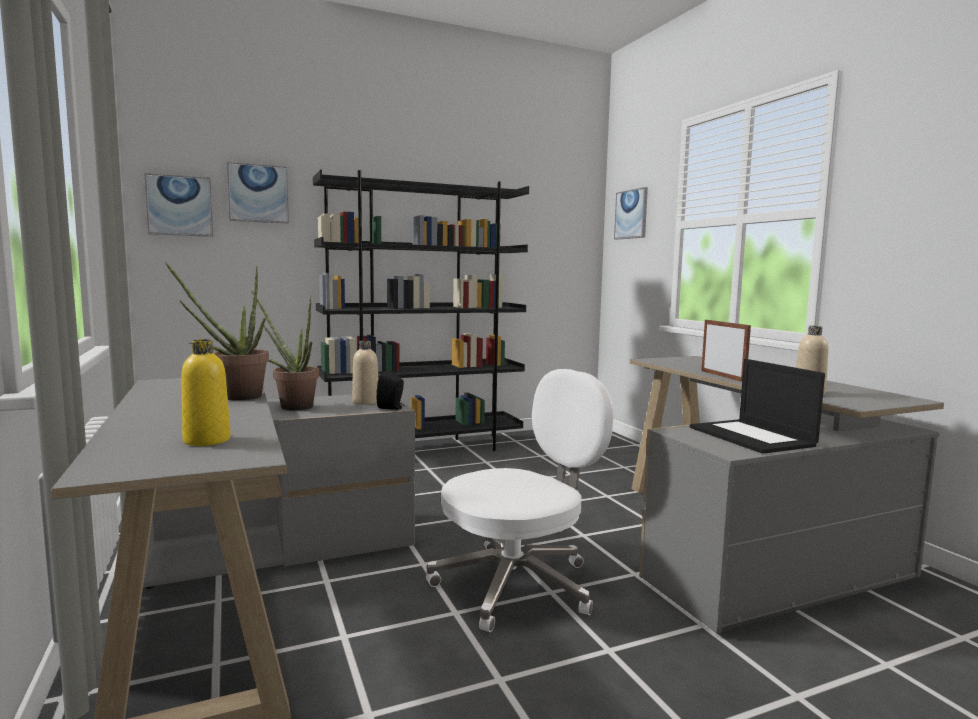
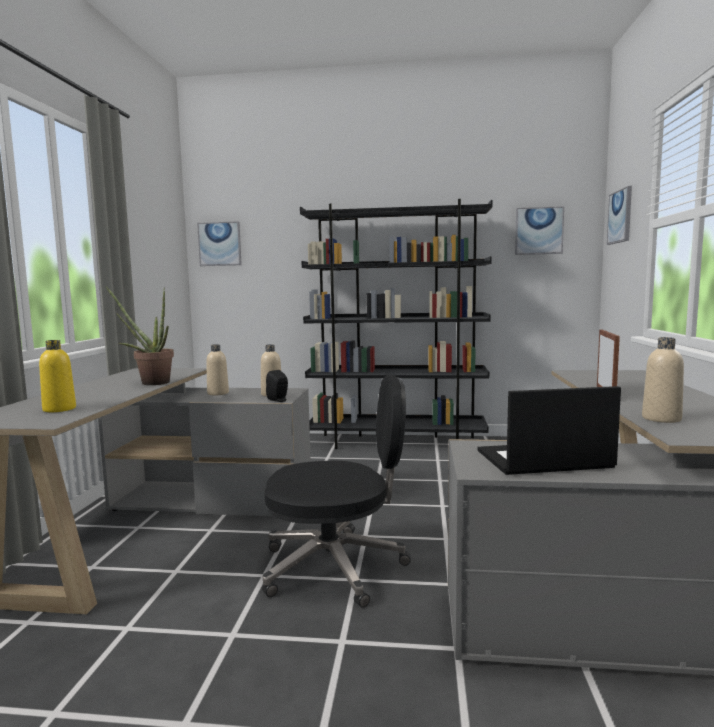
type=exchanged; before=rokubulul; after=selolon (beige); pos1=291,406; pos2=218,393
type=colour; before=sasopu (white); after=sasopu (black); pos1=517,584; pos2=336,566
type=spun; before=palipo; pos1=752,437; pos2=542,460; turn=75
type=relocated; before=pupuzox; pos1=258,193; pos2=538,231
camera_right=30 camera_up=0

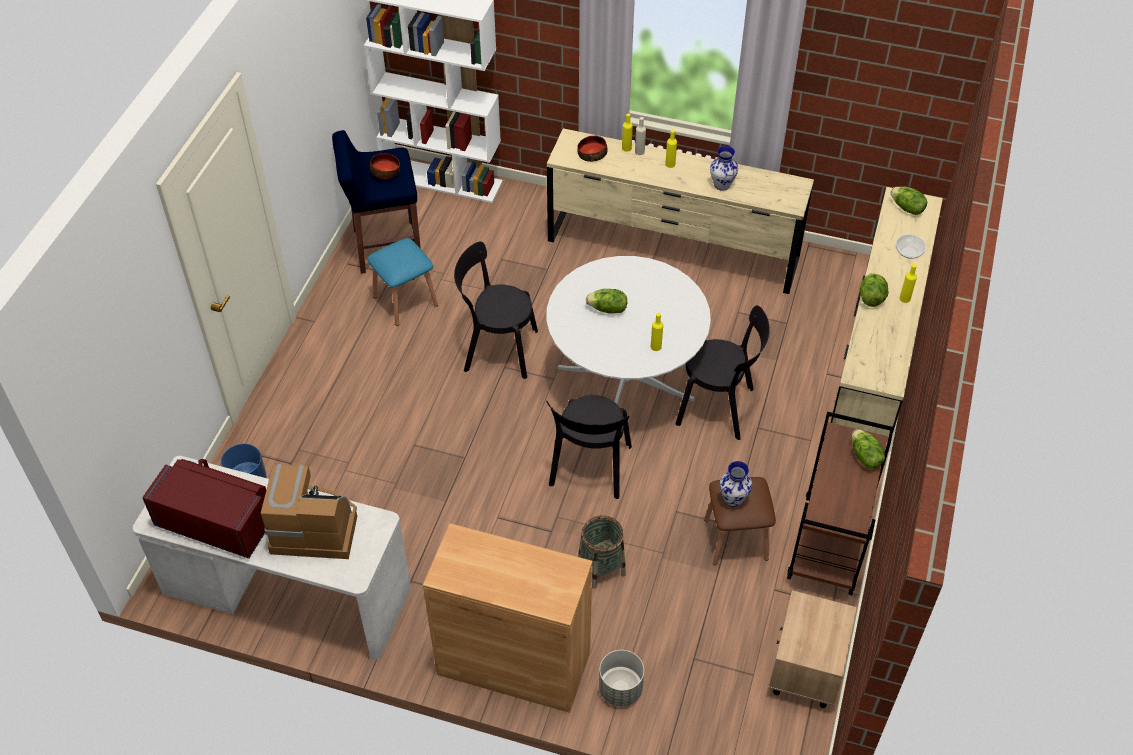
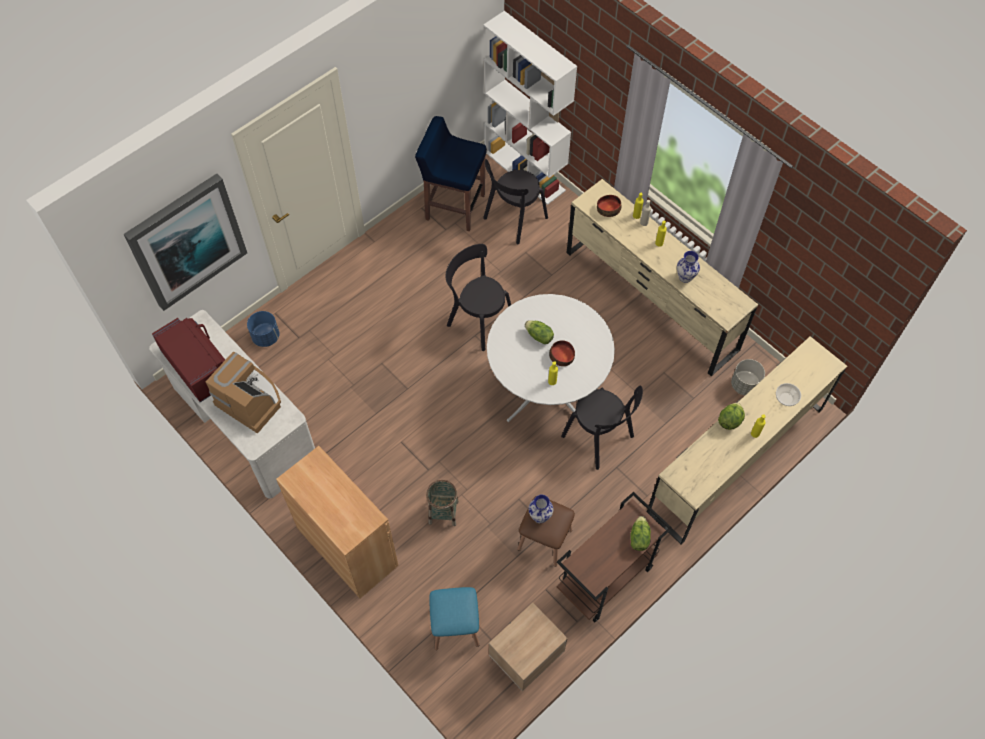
type=appeared; after=pupuzox; pos2=186,241
type=relocated; before=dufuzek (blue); pos1=405,301; pos2=455,626
type=relocated; before=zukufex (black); pos1=589,469; pos2=513,219
type=relocated; before=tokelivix; pos1=386,171; pos2=562,356
type=relocated; before=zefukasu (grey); pos1=620,689; pos2=744,385
type=missing; before=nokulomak; pos1=906,208
camera_right=30 camera_up=10

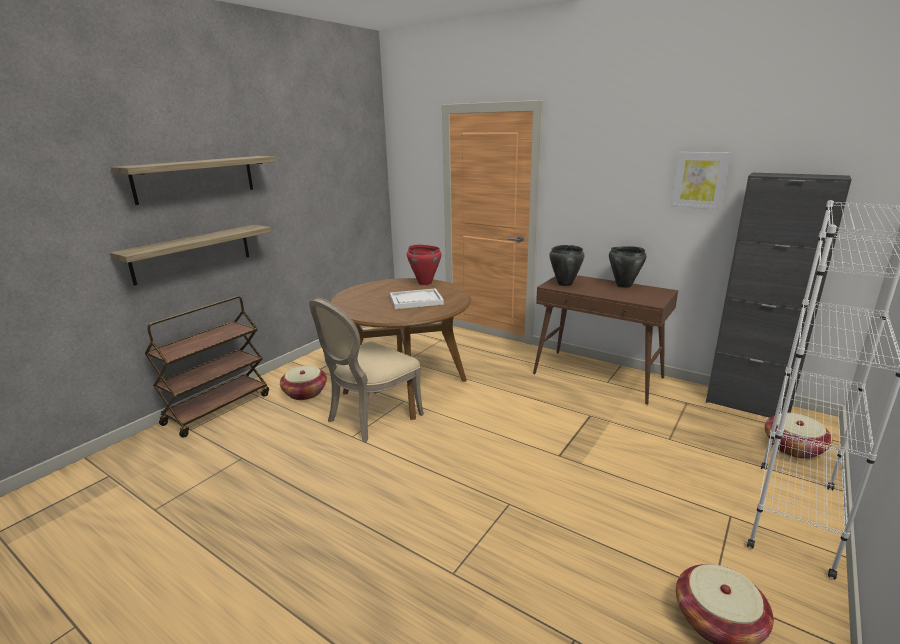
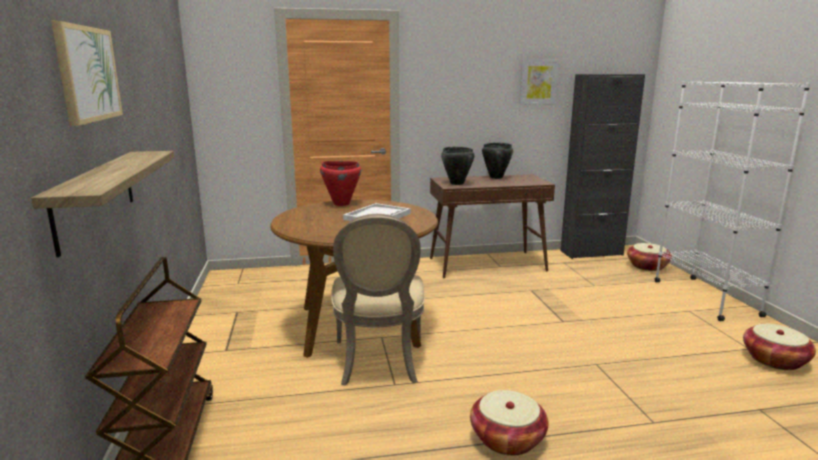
type=exchanged; before=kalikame; after=pupuzox; pos1=195,178; pos2=87,74
type=relocated; before=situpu; pos1=305,393; pos2=507,439
camera_right=-45 camera_up=-5

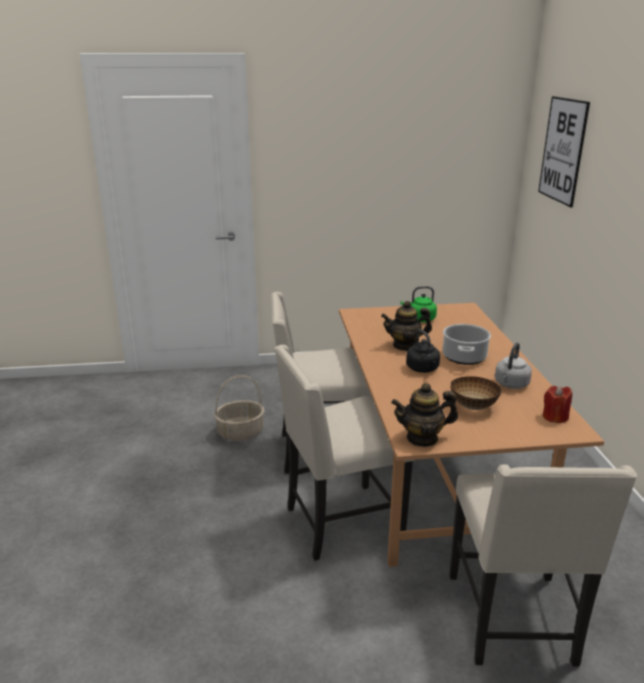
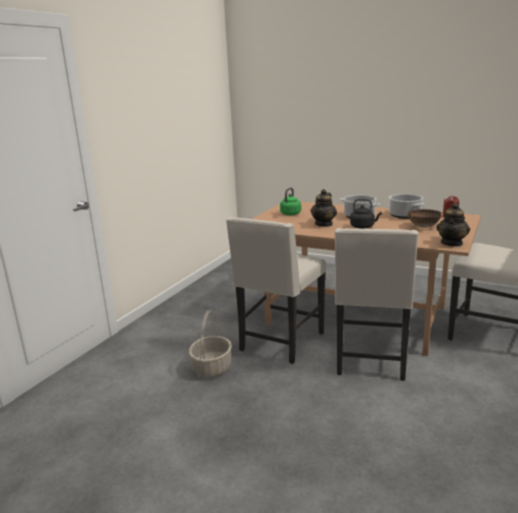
type=exchanged; before=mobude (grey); after=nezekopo; pos1=511,385; pos2=405,215
type=missing; before=pupuzox; pos1=563,150
camera_right=-55 camera_up=-5

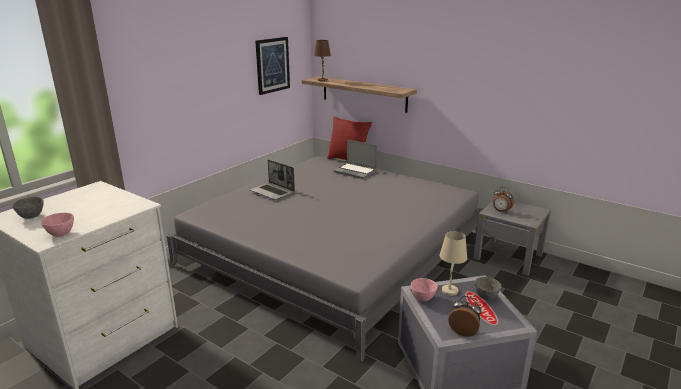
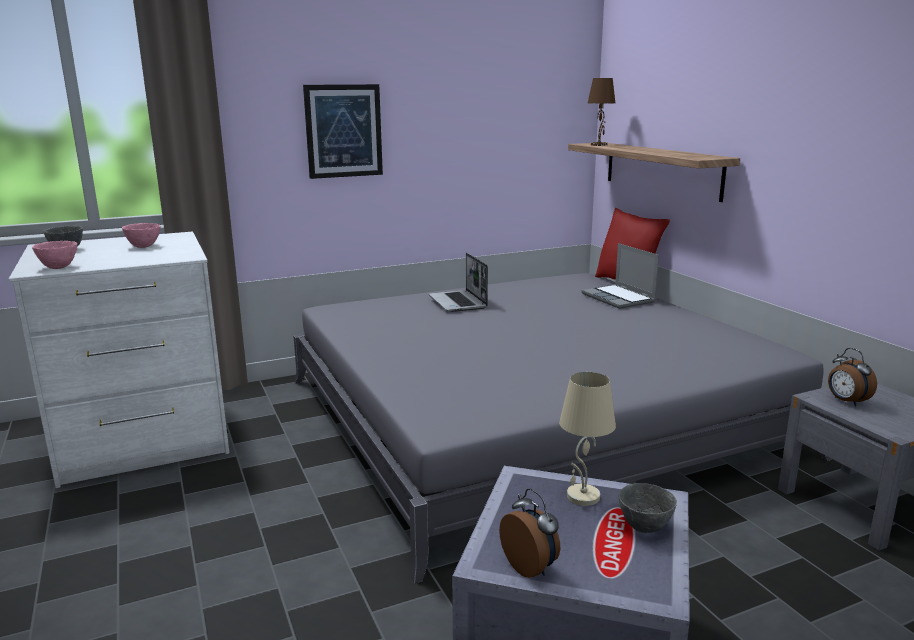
type=relocated; before=tokelivix (pink); pos1=422,298; pos2=143,246
type=relocated; before=pupuzox; pos1=272,65; pos2=343,131
camera_right=30 camera_up=-5

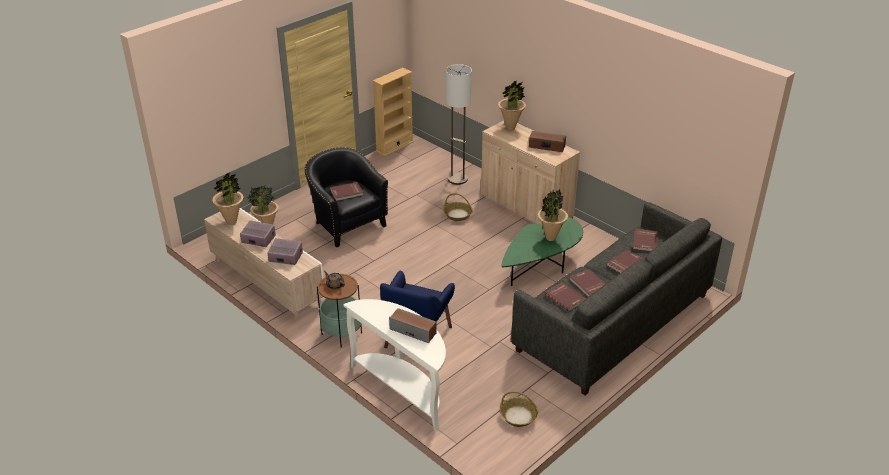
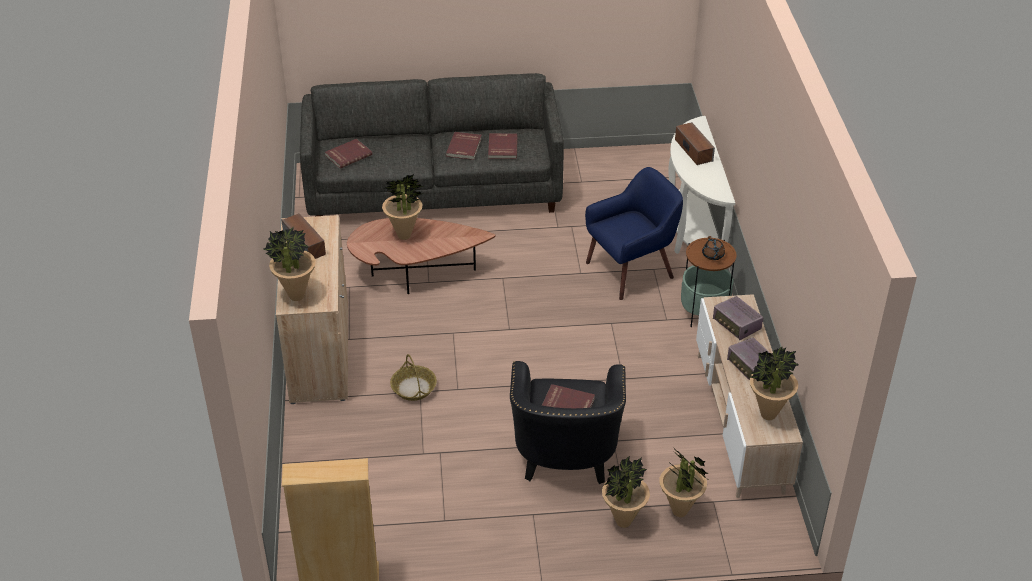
type=colour; before=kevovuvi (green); after=kevovuvi (brown); pos1=541,265; pos2=414,273
type=appeared; after=rokubulul; pos2=623,522
type=missing; before=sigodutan; pos1=457,179
type=missing; before=situpu; pos1=518,416
type=missing; before=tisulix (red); pos1=625,264
camera_right=-140 camera_up=5

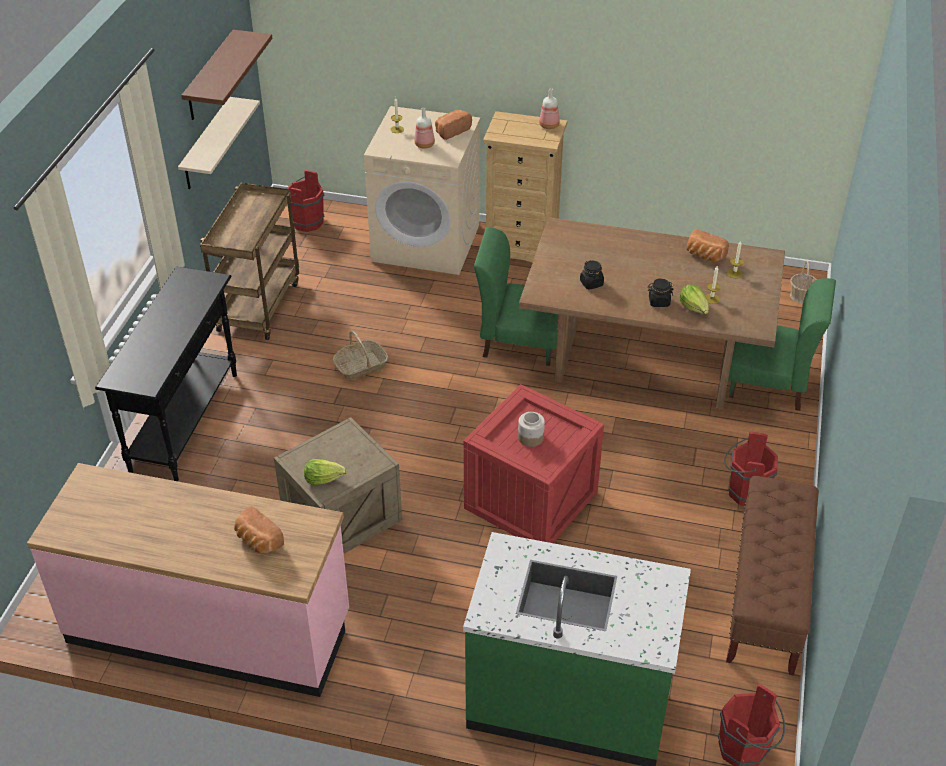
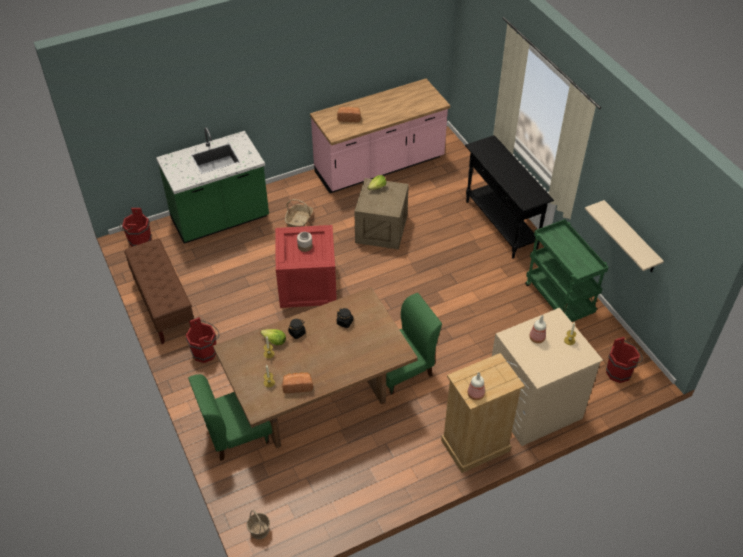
type=relocated; before=situpu; pos1=361,367; pos2=299,220
type=colour; before=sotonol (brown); after=sotonol (green); pos1=258,305; pos2=559,300
type=missing; before=kalikame (brown); pos1=210,76
type=missing; before=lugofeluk; pos1=451,131
camera_right=140 camera_up=5

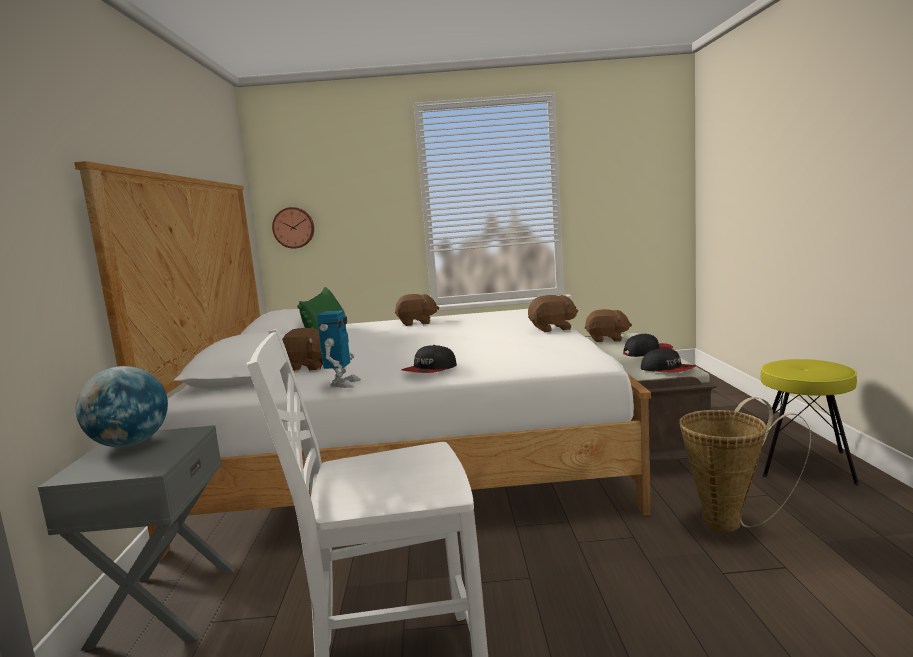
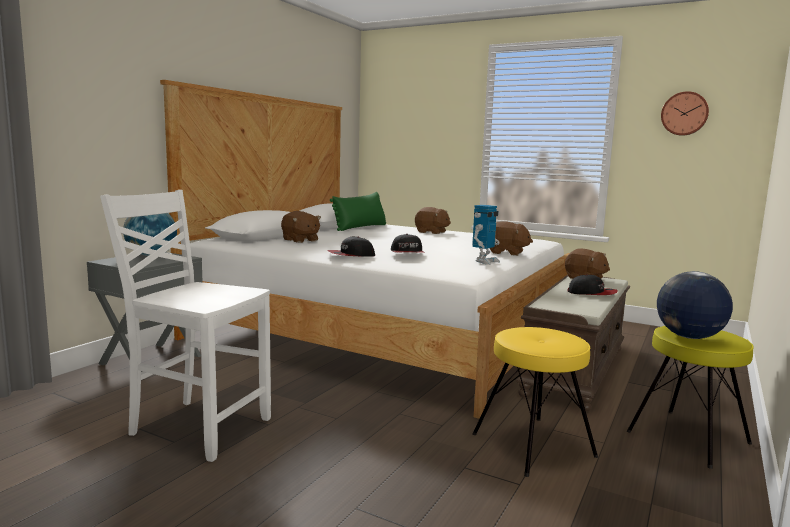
type=relocated; before=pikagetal; pos1=667,370; pos2=407,253
type=relocated; before=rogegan; pos1=342,384; pos2=484,261
type=exchanged; before=situpu; after=dufuzek (yellow); pos1=730,522; pos2=533,445
type=appeared; after=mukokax; pos2=688,337
type=relocated; before=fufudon; pos1=293,227; pos2=684,113
camera_right=30 camera_up=0

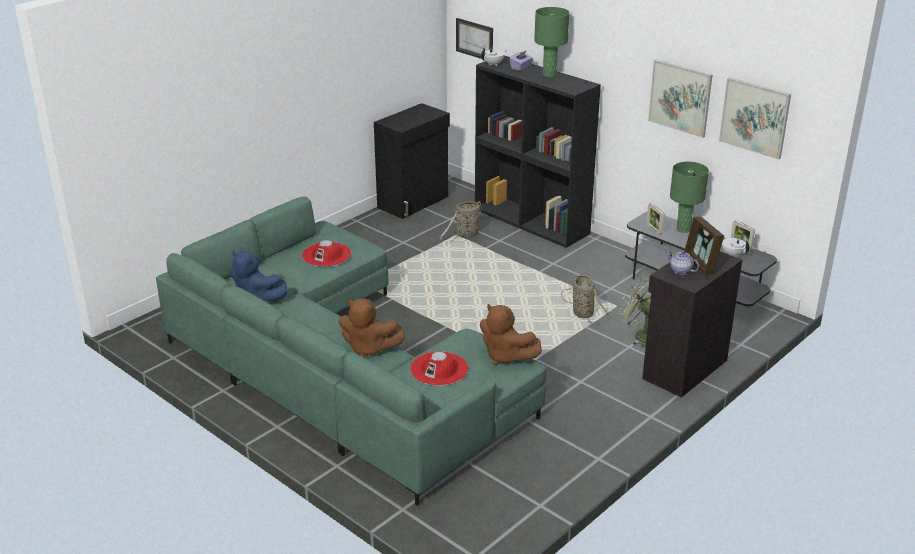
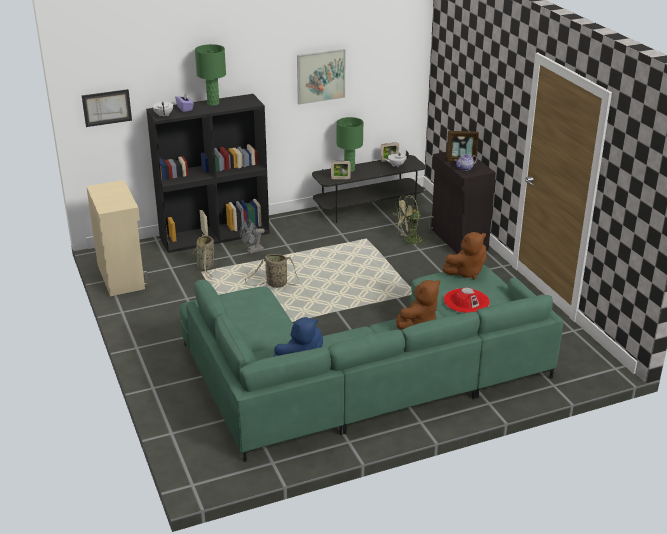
type=colour; before=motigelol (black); after=motigelol (beige); pos1=414,202; pos2=122,276
type=appeared; after=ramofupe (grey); pos2=252,251
type=relocated; before=situpu; pos1=581,312; pos2=275,284
type=missing; before=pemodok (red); pos1=326,255
type=missing; before=pupuzox; pos1=754,117
camera_right=-65 camera_up=0

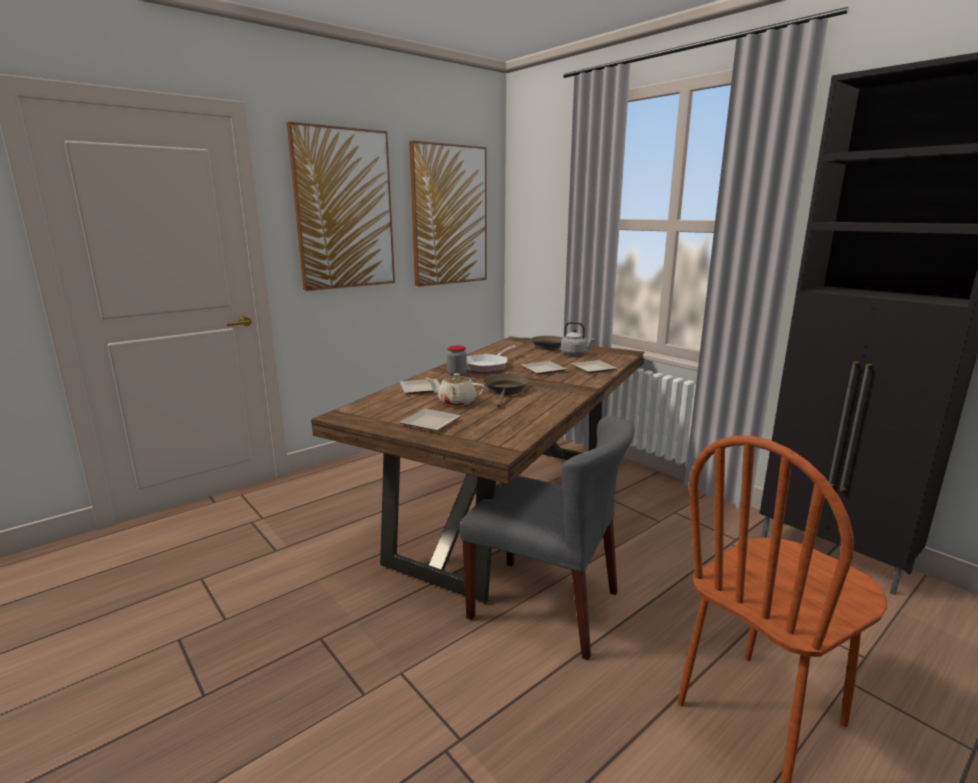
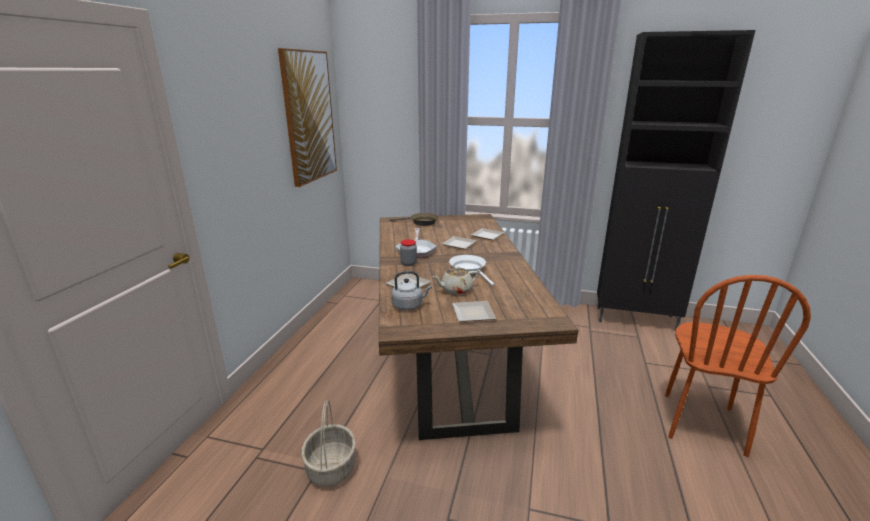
type=appeared; after=situpu; pos2=331,468
type=relocated; before=mobude (grey); pos1=575,354; pos2=409,305
type=colour; before=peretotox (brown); after=peretotox (white); pos1=505,391; pos2=469,270
type=missing; before=pupuzox; pos1=344,210
type=missing; before=zukufex (grey); pos1=545,605
camera_right=-35 camera_up=5

